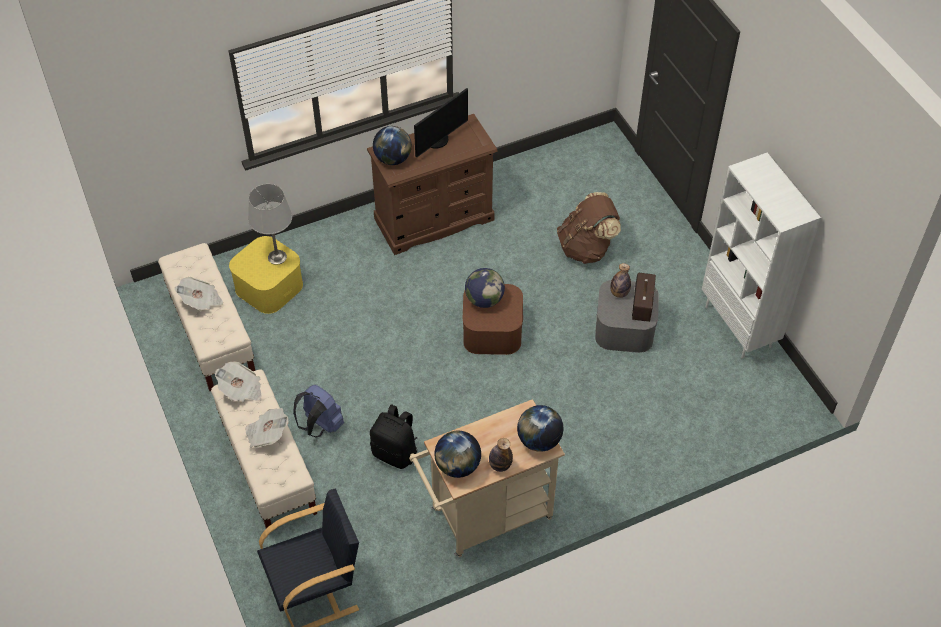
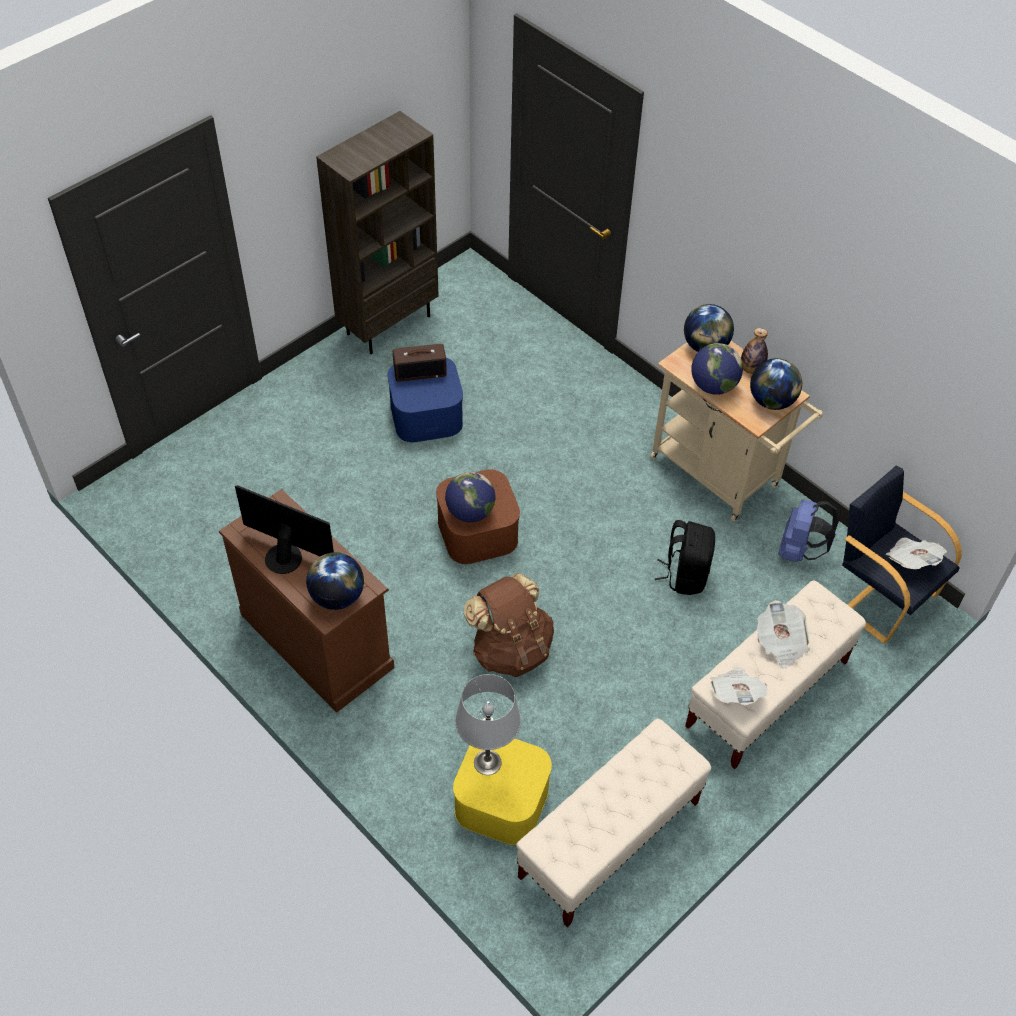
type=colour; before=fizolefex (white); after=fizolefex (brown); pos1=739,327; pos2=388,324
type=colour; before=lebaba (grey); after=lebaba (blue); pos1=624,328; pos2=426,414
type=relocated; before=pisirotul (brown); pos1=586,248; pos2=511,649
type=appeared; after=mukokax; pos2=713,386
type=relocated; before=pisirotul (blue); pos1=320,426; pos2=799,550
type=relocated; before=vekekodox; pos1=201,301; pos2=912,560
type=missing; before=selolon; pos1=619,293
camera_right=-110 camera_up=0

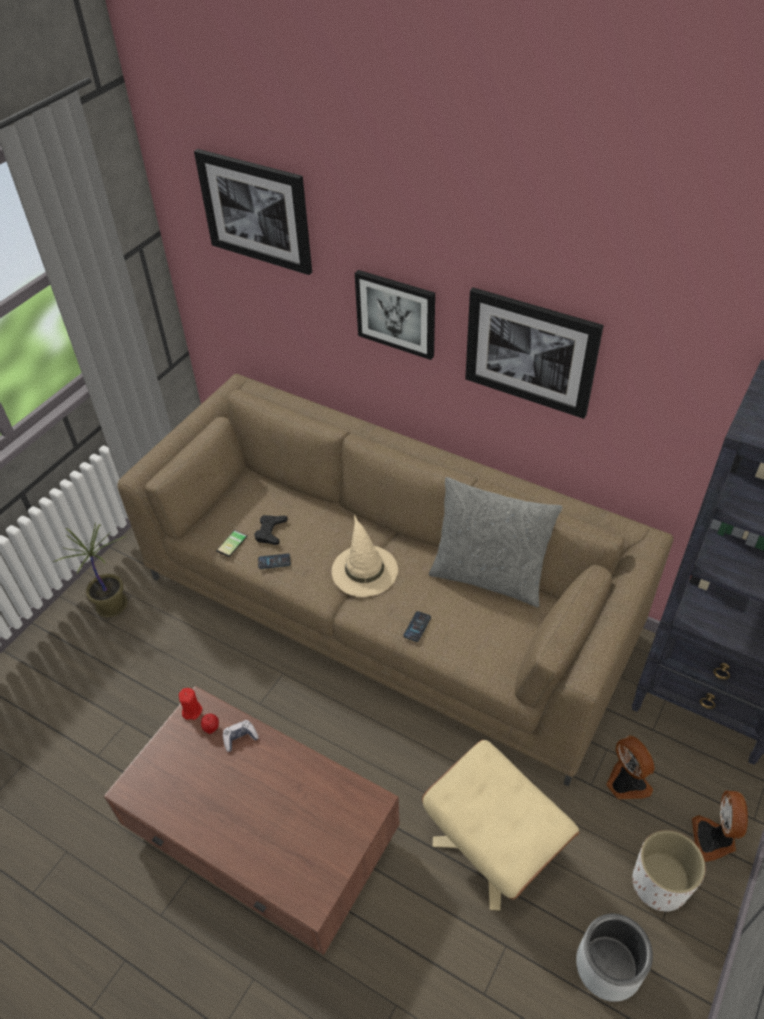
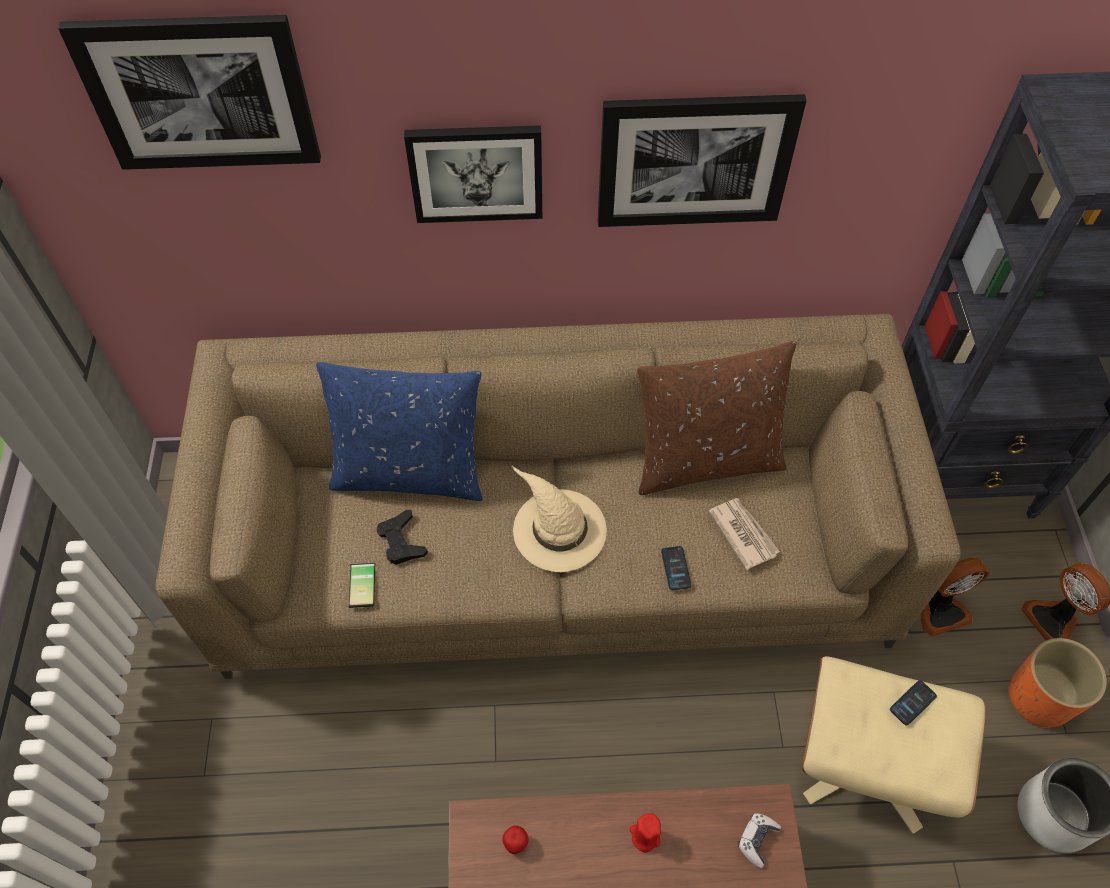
type=appeared; after=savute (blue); pos2=410,472
type=relocated; before=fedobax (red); pos1=192,710; pos2=645,836
type=colour; before=savute (grey); after=savute (brown); pos1=489,576; pos2=706,460
type=appeared; after=vekekodox; pos2=743,533
type=relocated; before=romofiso; pos1=240,738; pos2=757,840
type=relocated; before=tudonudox; pos1=274,561; pos2=912,703
type=spun; before=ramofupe; pos1=625,783; pos2=940,610; turn=135
type=colour; before=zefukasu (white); after=zefukasu (orange); pos1=660,883; pos2=1039,697
type=missing; before=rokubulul; pos1=111,605
camera_right=-35 camera_up=10

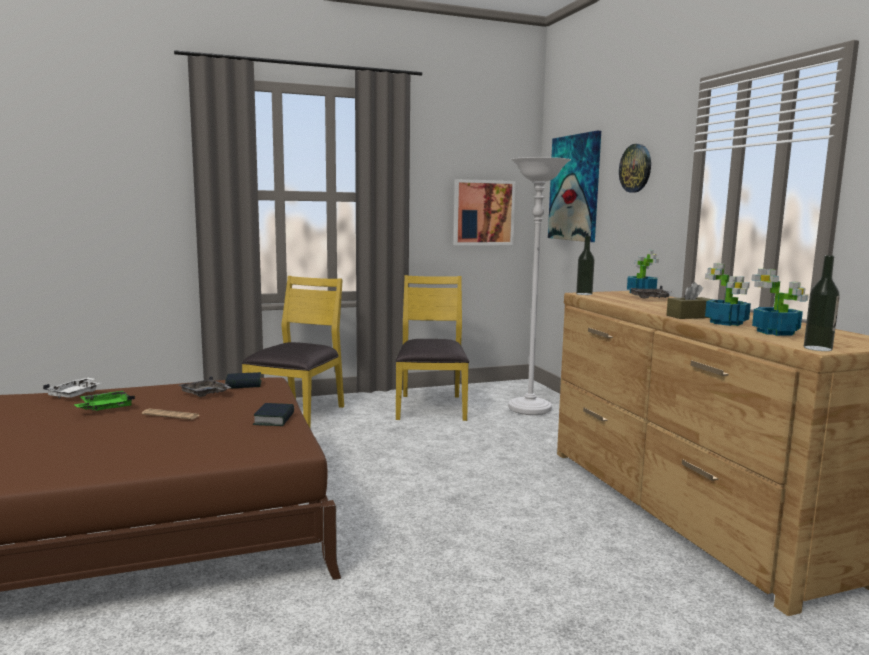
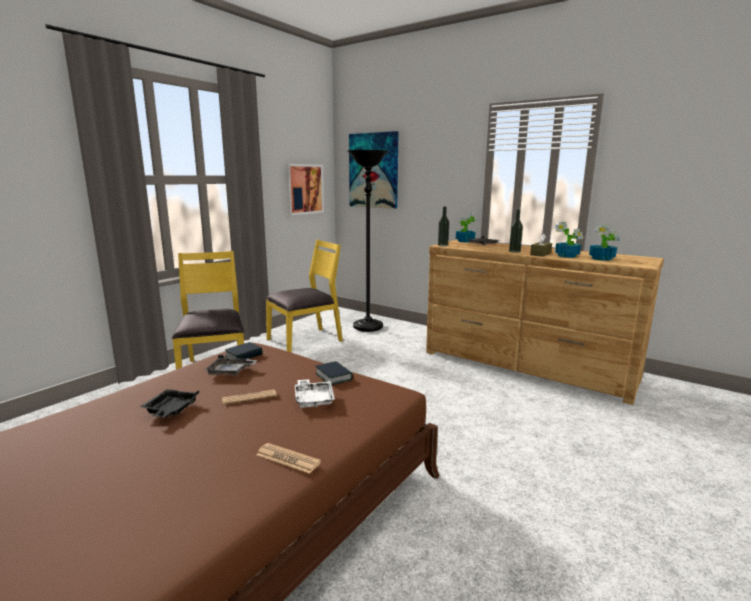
type=colour; before=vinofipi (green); after=vinofipi (black); pos1=105,408; pos2=170,410
type=appeared; after=vekekodox; pos2=288,459
type=spun; before=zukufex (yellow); pos1=431,407; pos2=305,340; turn=90
type=relocated; before=vinofipi (white); pos1=75,394; pos2=313,399
type=colour; before=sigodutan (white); after=sigodutan (black); pos1=529,409; pos2=367,327
type=relocated; before=selolon; pos1=817,348; pos2=514,251
type=missing; before=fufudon; pos1=635,168
camera_right=-35 camera_up=5

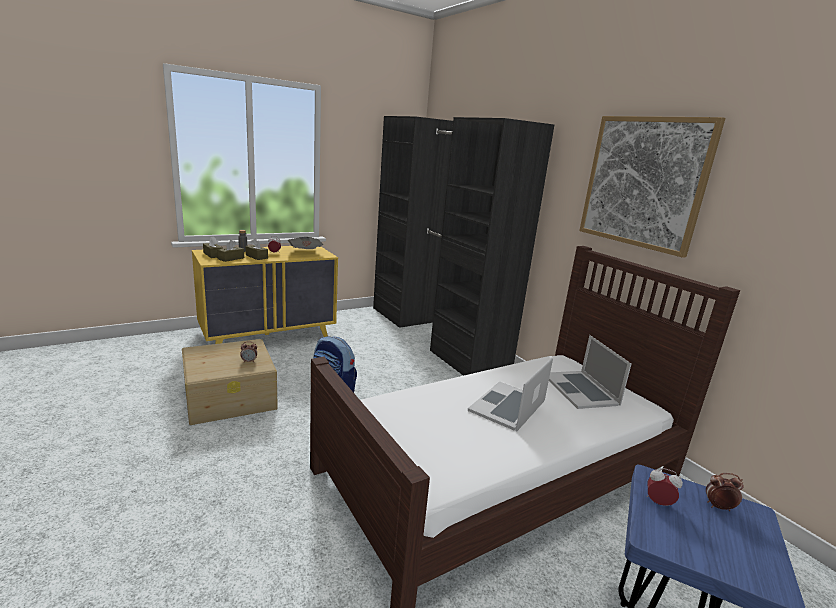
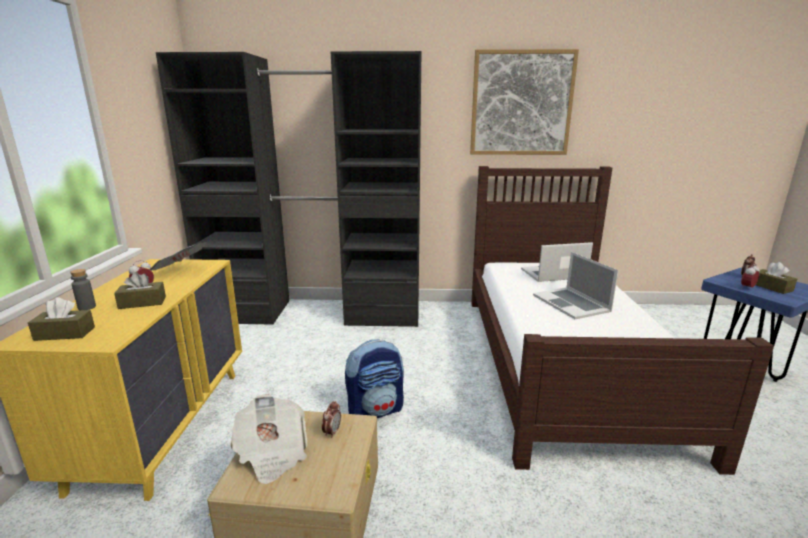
type=appeared; after=vekekodox; pos2=272,453
type=spun; before=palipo; pos1=580,389; pos2=553,273; turn=150
type=relocated; before=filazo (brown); pos1=231,258; pos2=771,287
camera_right=-55 camera_up=0

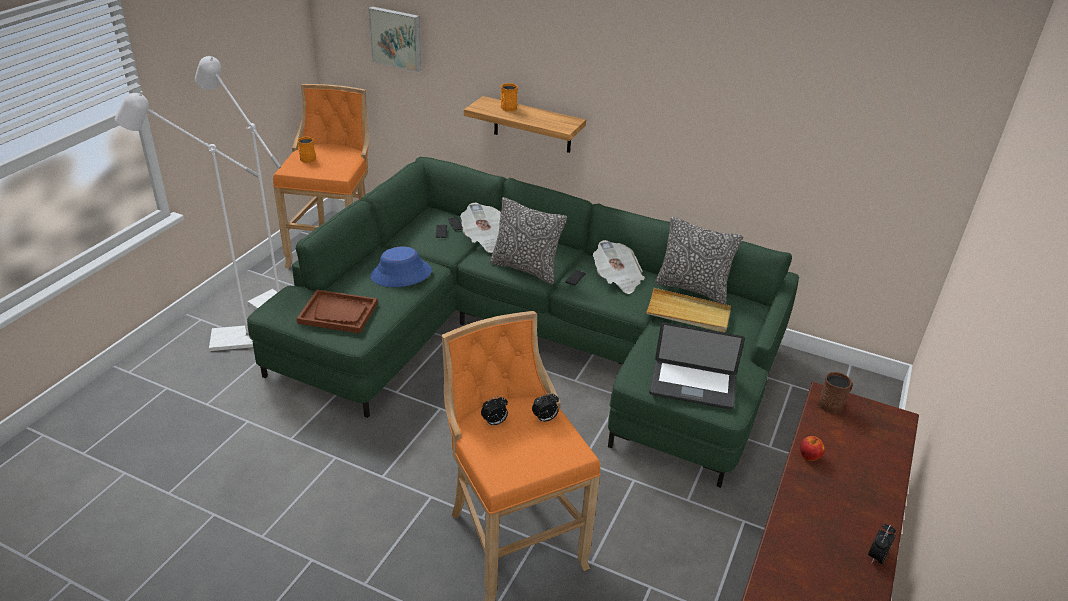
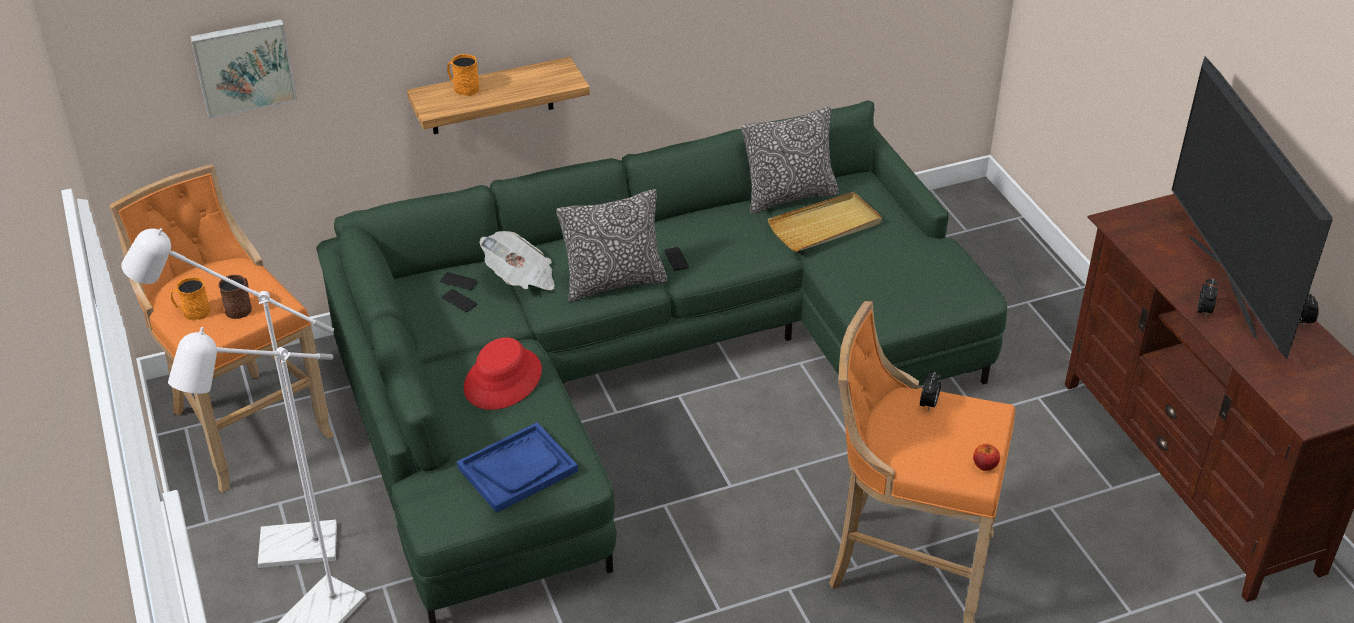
type=relocated; before=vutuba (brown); pos1=833,404; pos2=240,307
type=colour; before=vinofipi (brown); after=vinofipi (blue); pos1=338,313; pos2=517,469
type=colour; before=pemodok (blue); after=pemodok (red); pos1=401,274; pos2=503,380
type=relocated; before=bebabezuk; pos1=809,456; pos2=984,466
type=appeared; after=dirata; pos2=1223,285
type=relocated; before=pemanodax; pos1=494,422; pos2=1204,311
type=missing; before=vekekodox; pos1=617,279
type=missing; before=palipo; pos1=692,386
camera_right=-45 camera_up=5

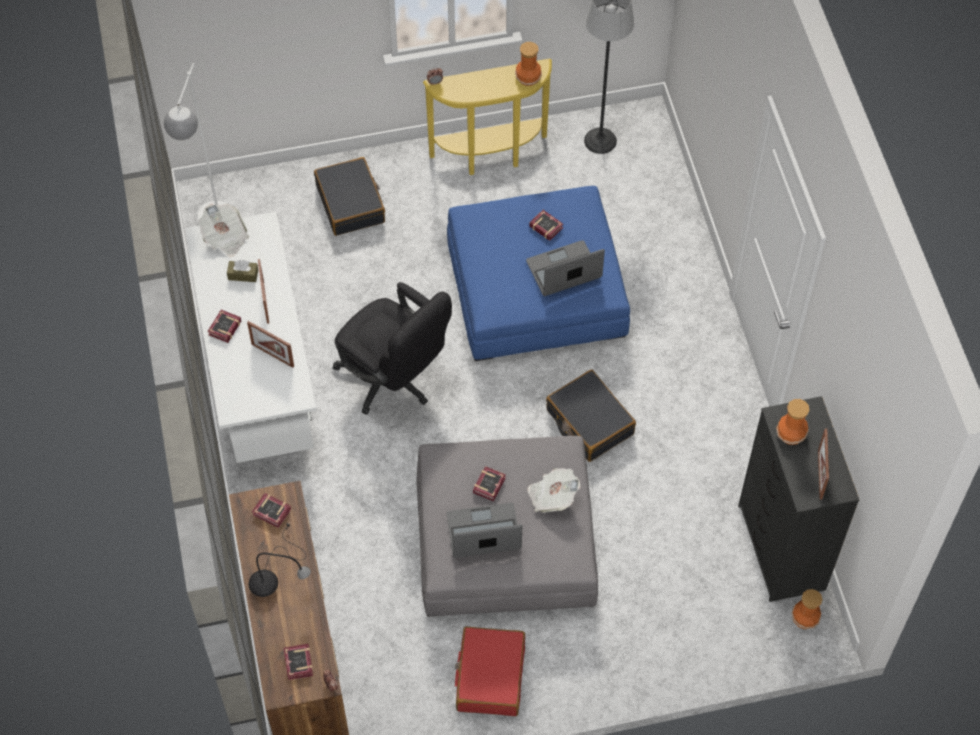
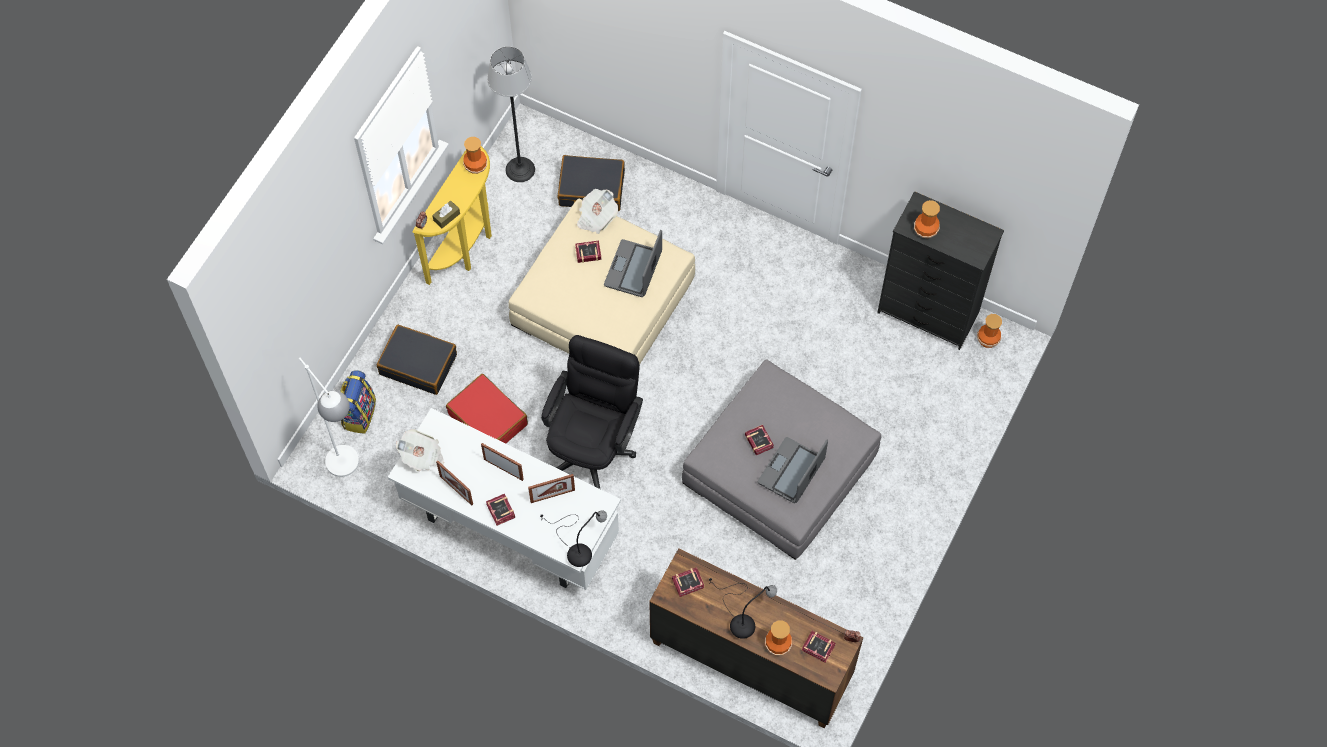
type=appeared; after=pisirotul; pos2=359,413
type=relocated; before=filazo (brown); pos1=243,275; pos2=446,217
type=relocated; before=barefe; pos1=820,474; pos2=456,490
type=relocated; before=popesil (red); pos1=490,676; pos2=487,420
type=colour; before=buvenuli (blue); after=buvenuli (beige); pos1=536,289; pos2=603,302
type=appeared; after=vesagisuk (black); pos2=578,544
type=spun; before=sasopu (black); pos1=394,380; pos2=593,445; turn=-60
type=relocated; before=popesil (black); pos1=589,422; pos2=591,189
type=relocated; before=vekekodox; pos1=552,496; pos2=596,217
type=appeared; after=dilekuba; pos2=778,643
camera_right=-50 camera_up=5

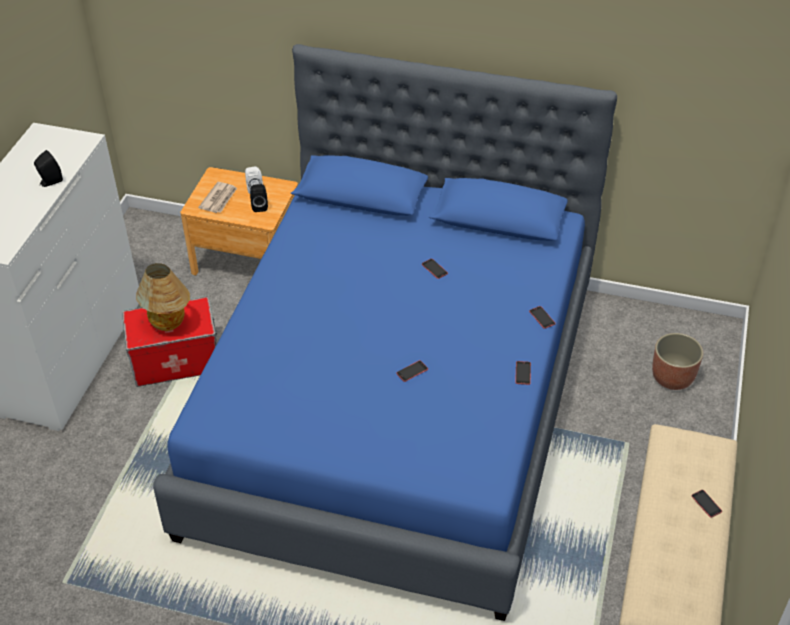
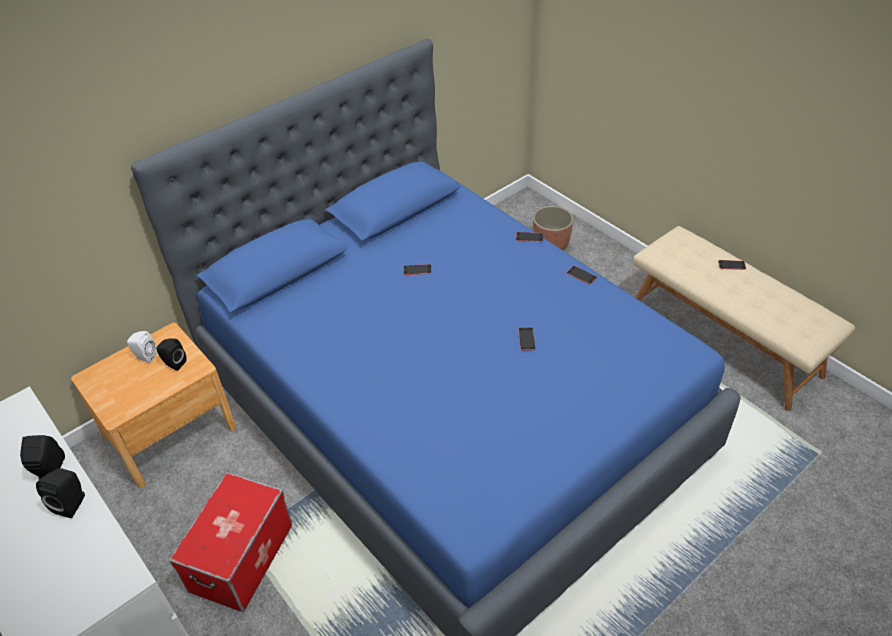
type=appeared; after=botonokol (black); pos2=72,503
type=missing; before=vesagisuk; pos1=169,325
type=missing; before=vekekodox; pos1=219,199
camera_right=-55 camera_up=0

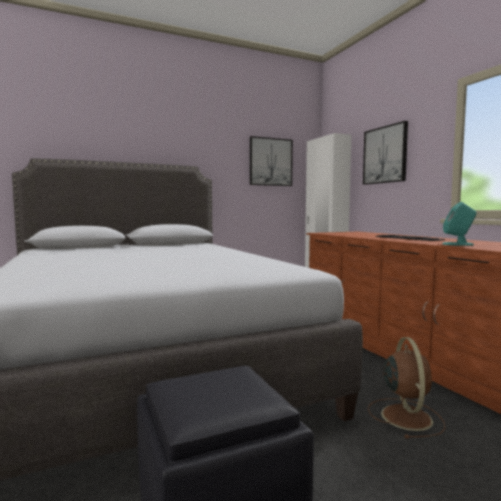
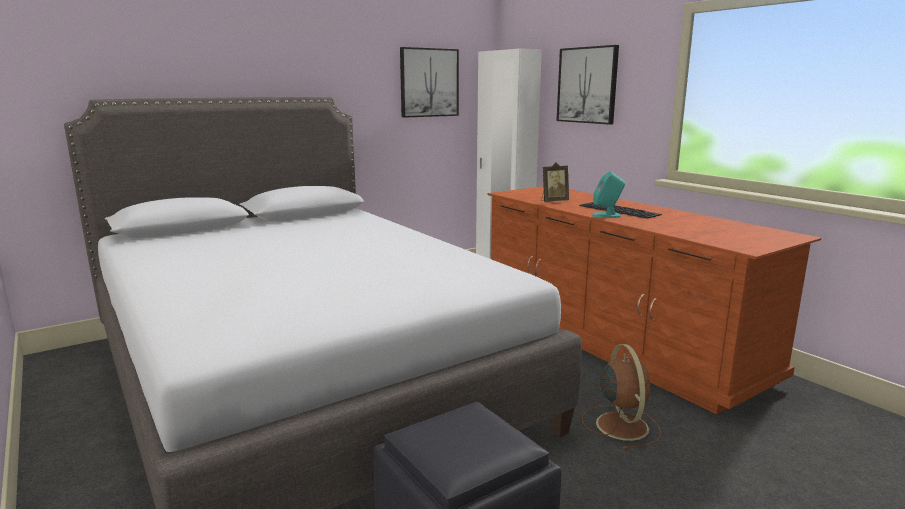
type=appeared; after=barefe; pos2=553,201
type=relocated; before=botonokol (turquoise); pos1=458,244; pos2=607,215
camera_right=-10 camera_up=10

